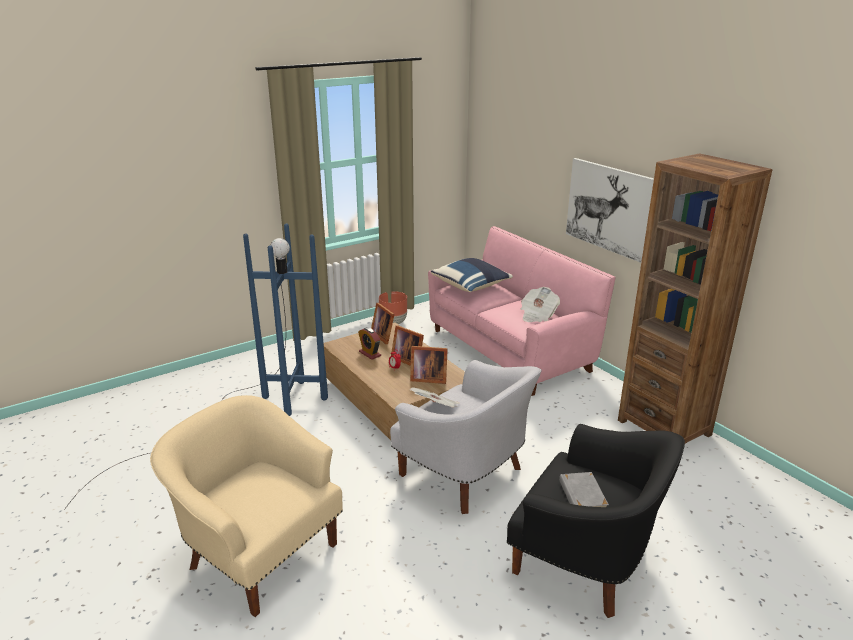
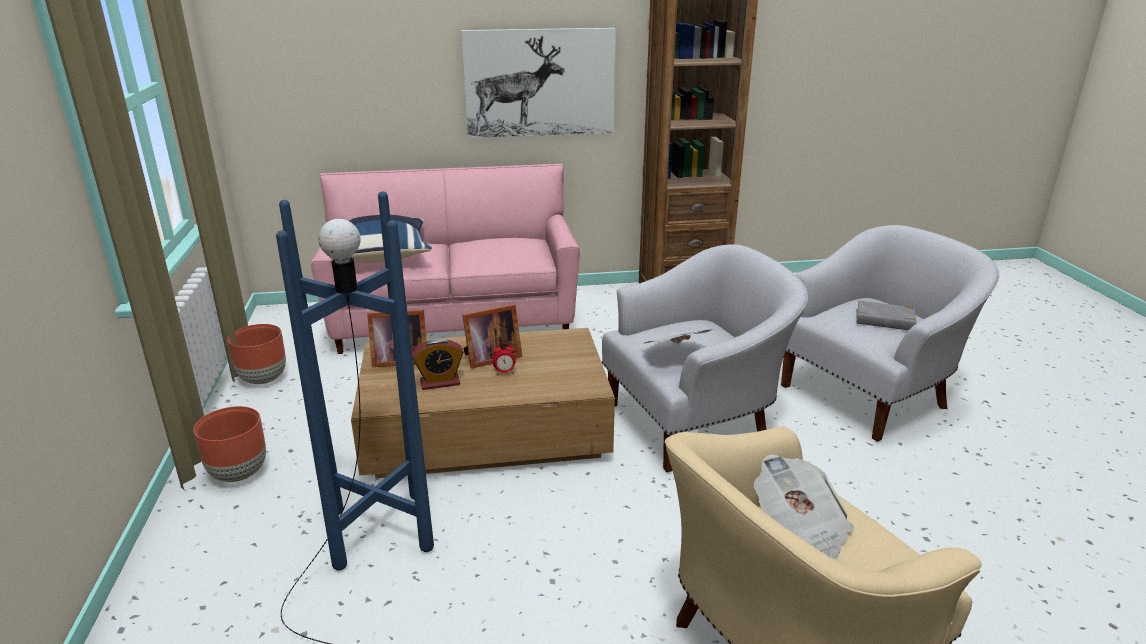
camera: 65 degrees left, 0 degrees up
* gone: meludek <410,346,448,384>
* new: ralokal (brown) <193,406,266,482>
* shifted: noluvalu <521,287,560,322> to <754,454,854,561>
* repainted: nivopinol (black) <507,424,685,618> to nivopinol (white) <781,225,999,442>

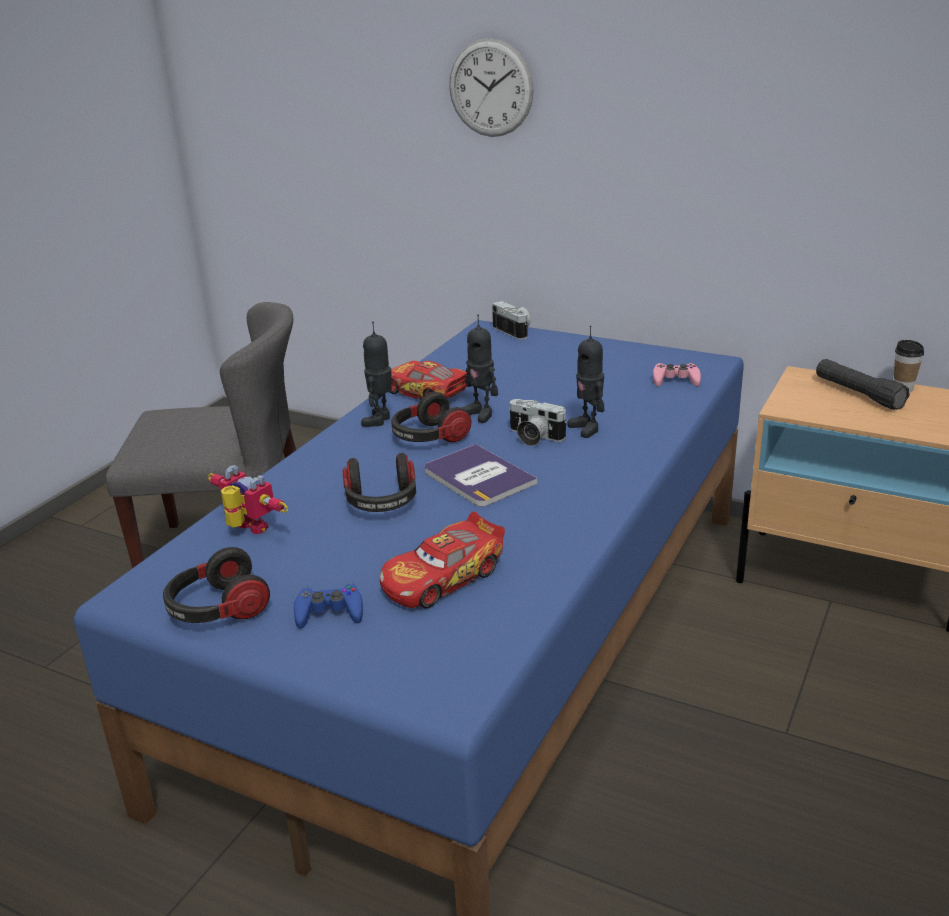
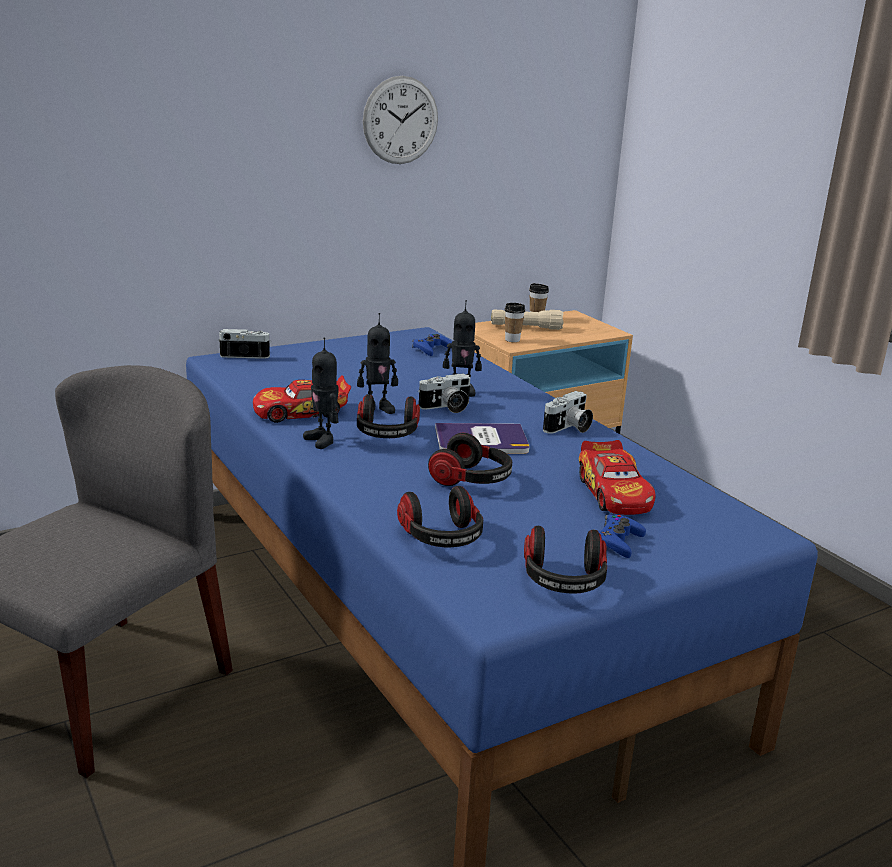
camera: 60 degrees left, 5 degrees down
* new: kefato <505,303,525,342>
* new: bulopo <543,391,593,434>
* shifted: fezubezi <449,38,534,137> to <363,76,438,164>
* swapped: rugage <207,465,288,534> to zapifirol <397,486,483,547>
* repainted: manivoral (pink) <653,363,701,386> to manivoral (blue) <412,334,452,356>
* repainted: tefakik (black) <816,359,910,410> to tefakik (beige) <491,310,564,330>

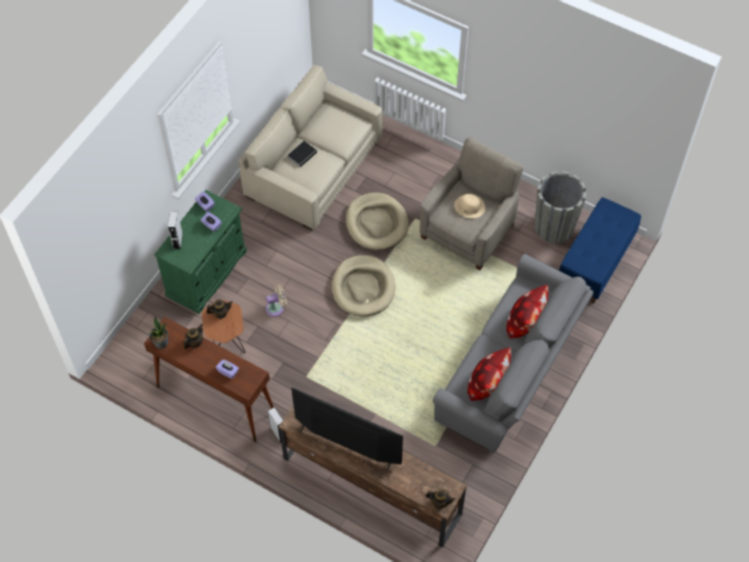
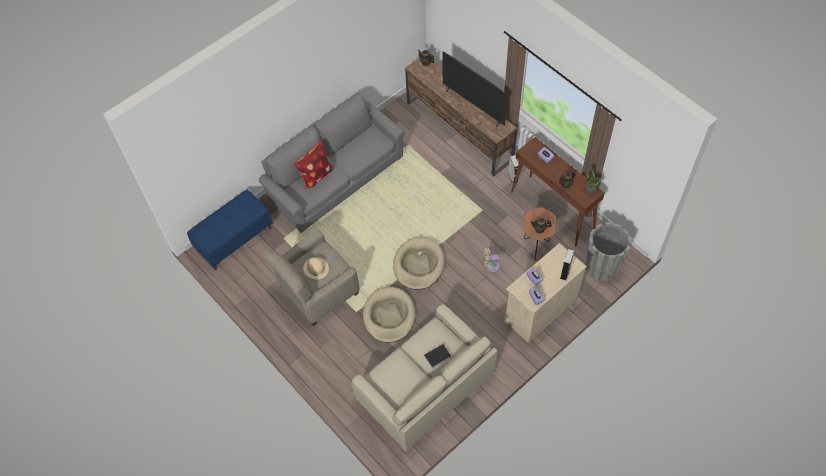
camera: 160 degrees left, 0 degrees up
* gone: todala <467,348,511,401>
* shifted: ralokal (grey) <535,171,587,244> to <586,222,631,281>
* repainted: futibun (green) <154,190,247,314> to futibun (beige) <504,243,587,343>

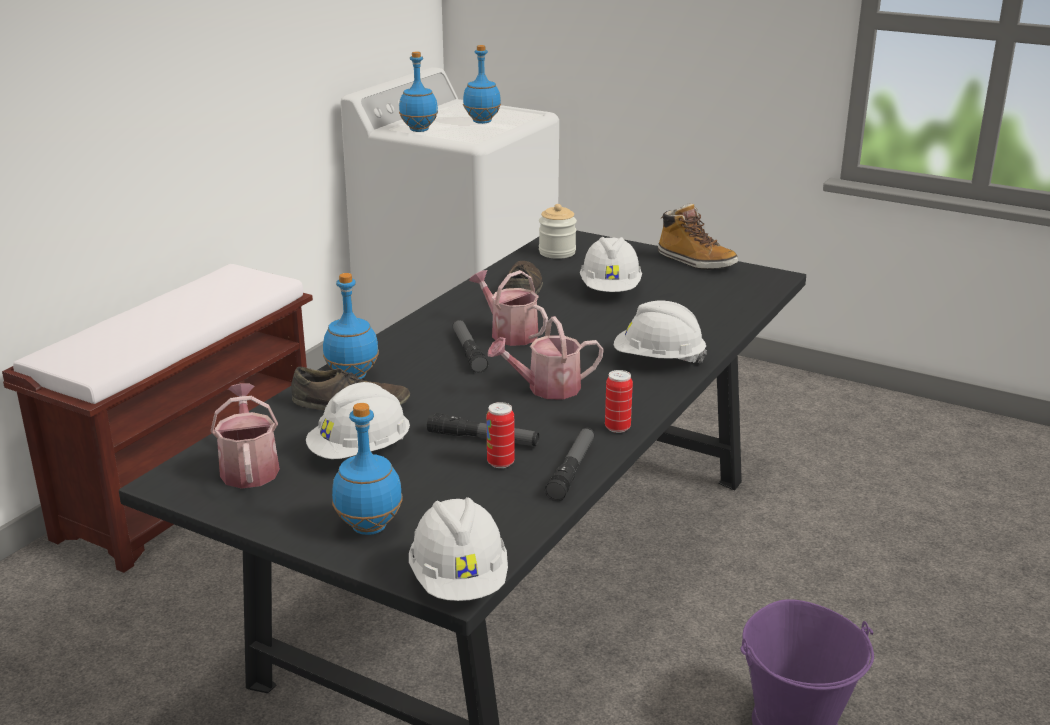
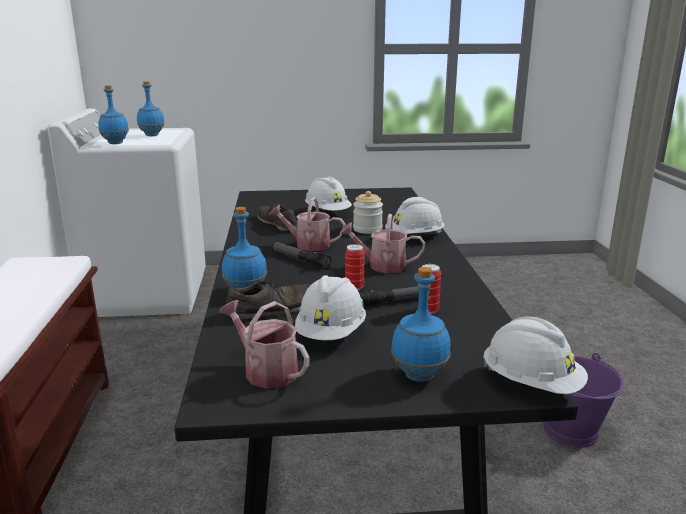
camera: 35 degrees left, 5 degrees down
* gone: tefakik <545,428,595,501>
* gone: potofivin <658,203,738,270>
* shifted: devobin <539,204,577,259> to <353,191,383,234>
* shifted: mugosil <605,370,633,433> to <345,244,365,290>
* rotated: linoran <488,316,604,399> = <339,214,425,273> 60 degrees clockwise

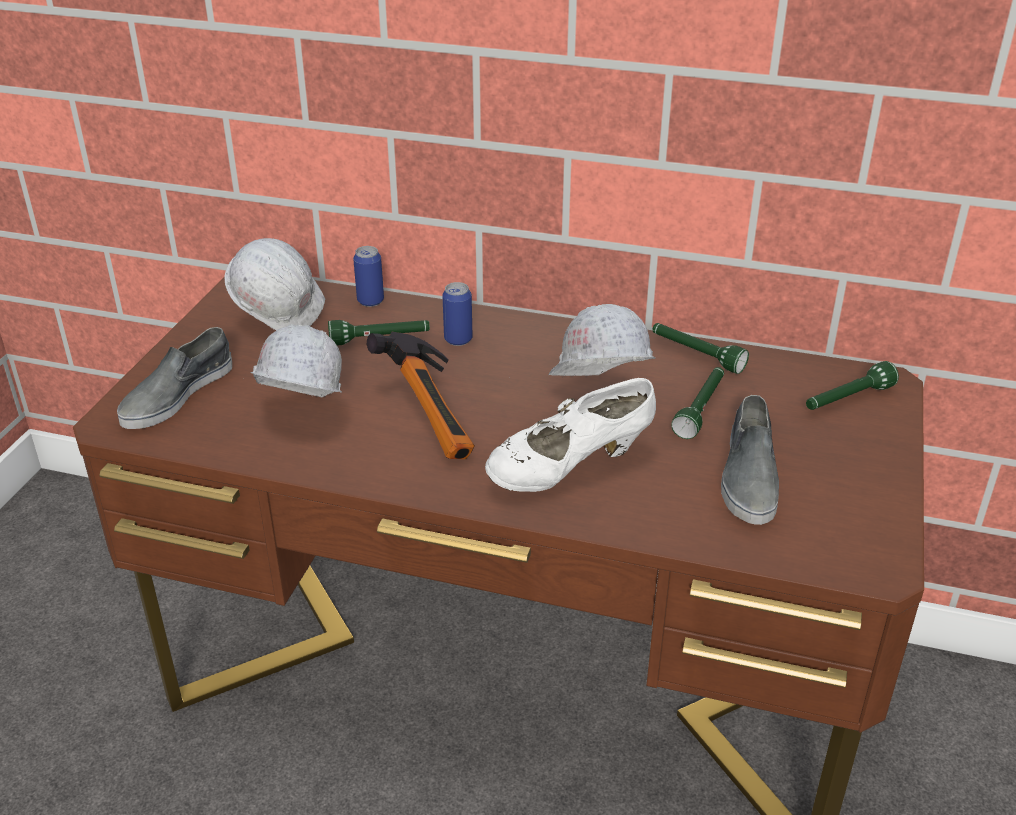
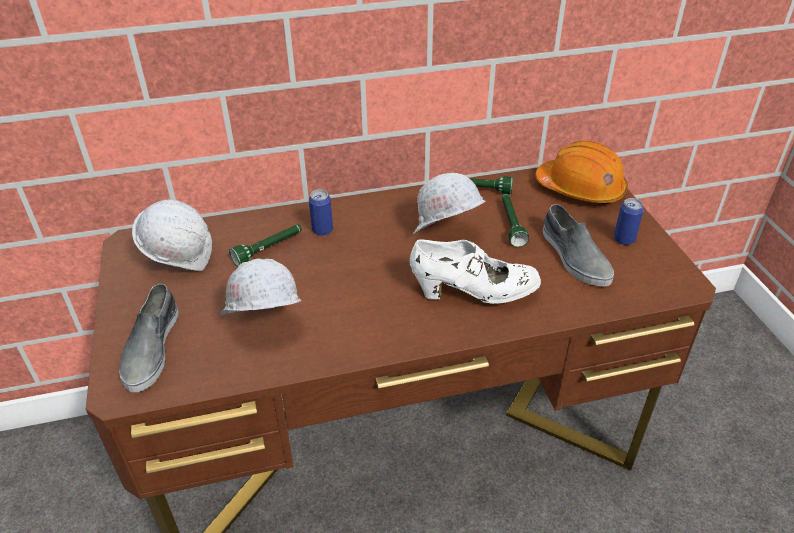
camera: 30 degrees left, 5 degrees up
* gone: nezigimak <367,332,475,459>
* shifted: mugosil <353,246,384,307> to <614,198,644,245>
* swapped: tefakik (green) <806,361,899,410> to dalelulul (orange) <535,140,628,204>
* rotated: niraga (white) <485,378,656,492> = <410,239,541,304> 120 degrees counterclockwise

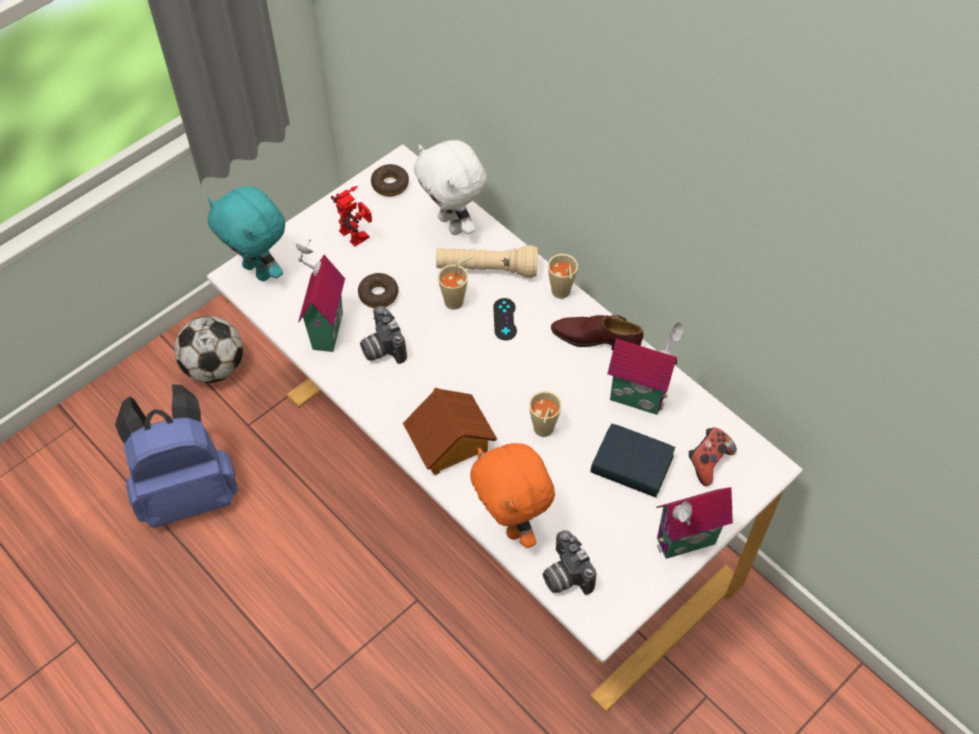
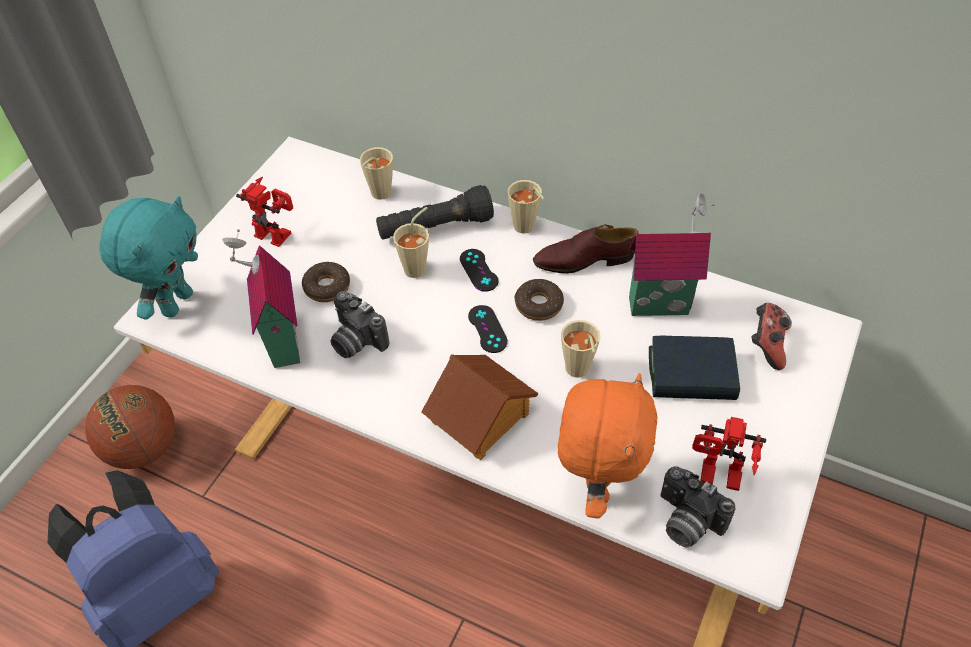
camera: 20 degrees left, 5 degrees down
* gone: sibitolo <656,487,733,559>
* new: manivoral (black) <468,305,508,353>
* new: rugage <692,417,766,491>
* shifted: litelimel <371,164,409,197> to <515,279,564,321>
* swapped: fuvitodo <174,316,243,383> to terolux <85,385,175,469>
* swapped: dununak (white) <414,140,487,235> to kefato (beige) <360,147,393,200>
* repainted: tefakik (beige) <436,245,538,278> to tefakik (black) <376,185,494,240>
* rotated: dununak (turquoise) <207,186,285,281> = <99,196,198,319> 90 degrees counterclockwise
* rotated: dununak (orange) <470,443,555,548> = <558,373,657,518> 120 degrees counterclockwise

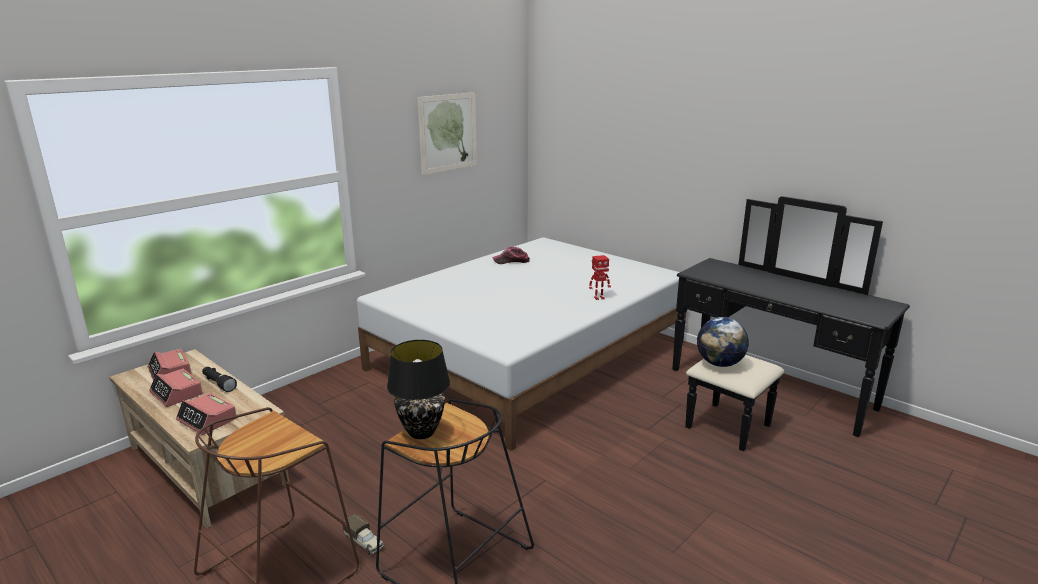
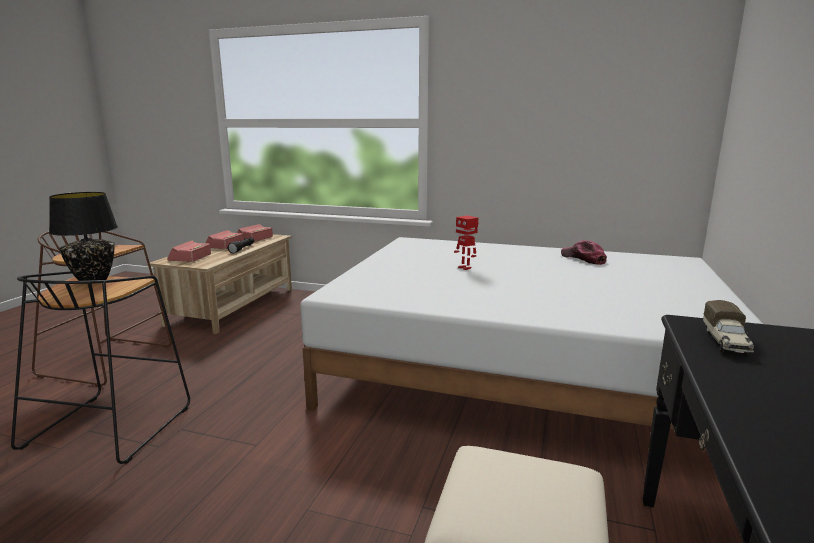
camera: 65 degrees right, 5 degrees down
* gone: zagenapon <418,92,477,175>
* gone: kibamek <697,317,749,367>
* shifted: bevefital <343,514,384,555> to <703,300,754,354>
* shifted: rugage <589,255,611,300> to <454,215,478,270>

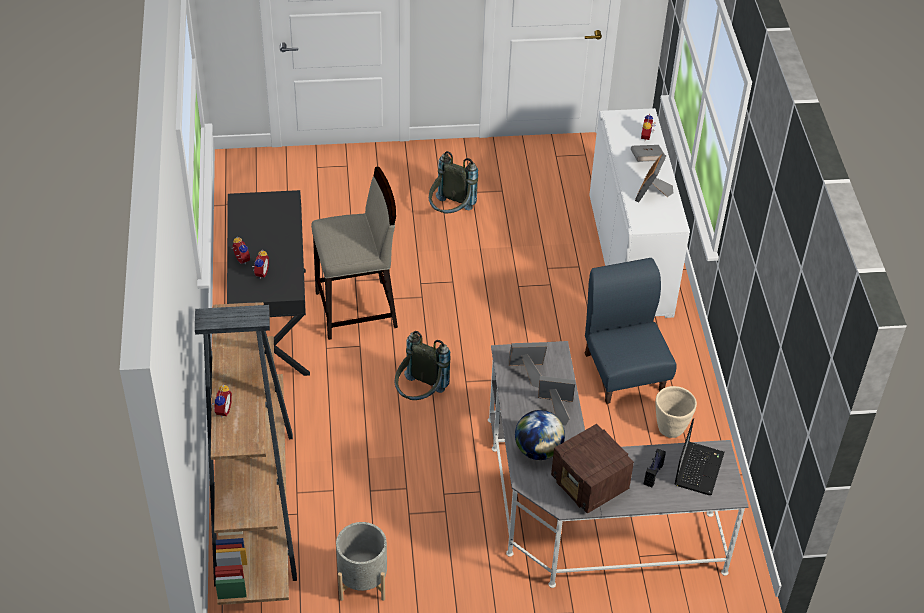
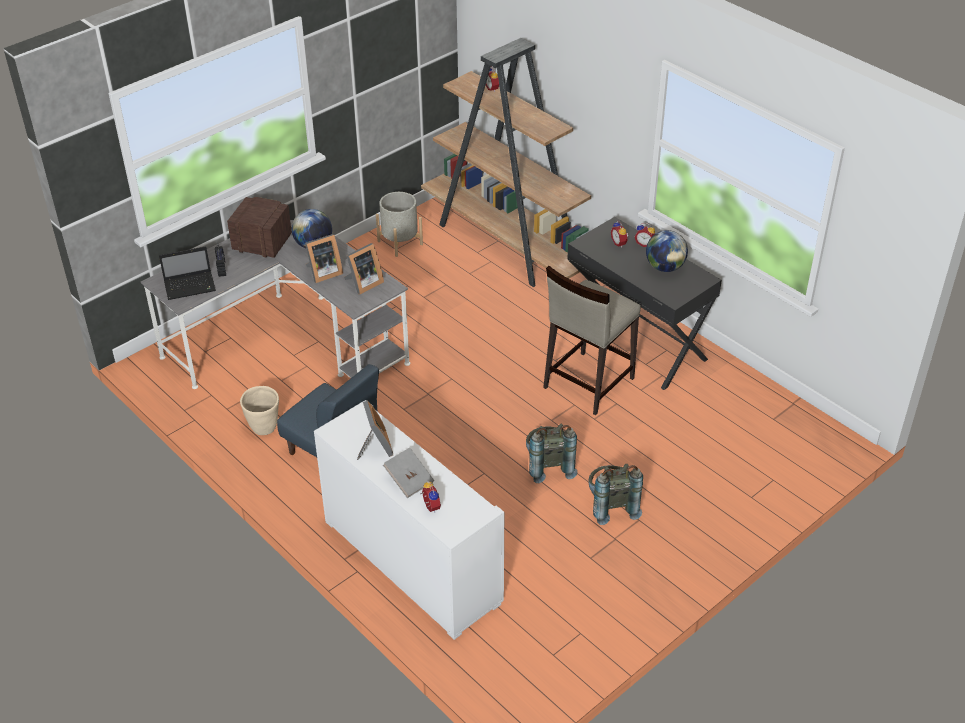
camera: 145 degrees right, 5 degrees down
* new: kibamek <646,230,688,272>
* shifted: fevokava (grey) <395,331,451,400> to <526,424,578,483>
* rotated: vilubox <675,418,724,495> = <159,246,216,300> 90 degrees counterclockwise

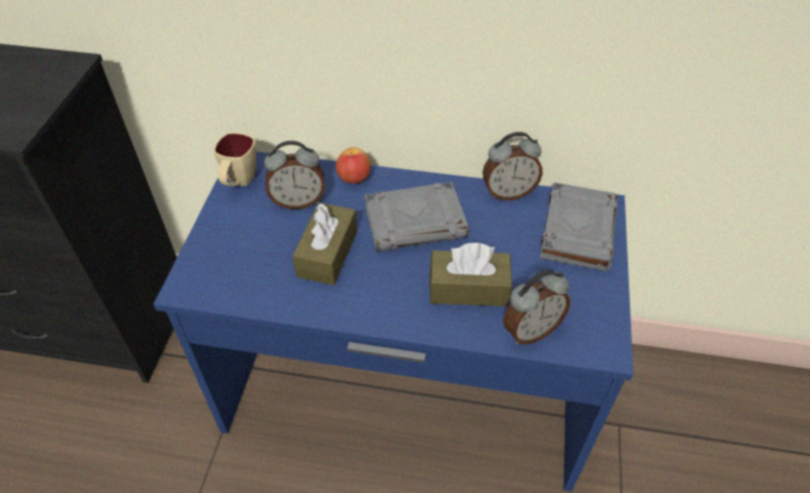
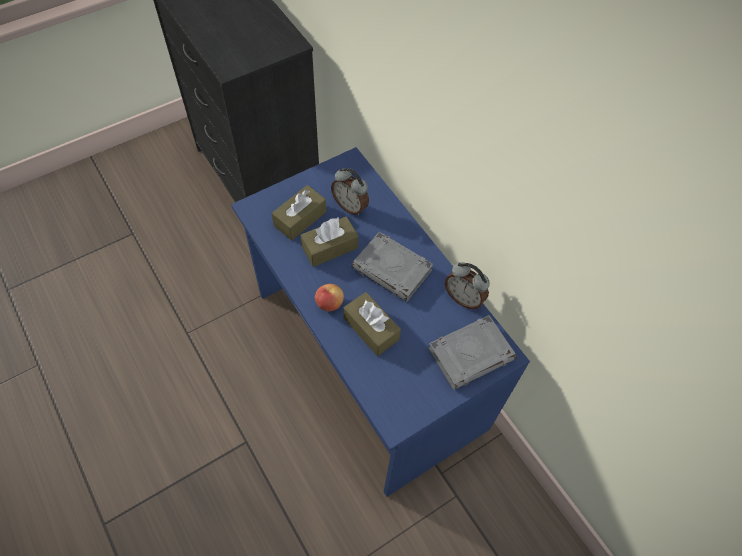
camera: 45 degrees right, 10 degrees up
* gone: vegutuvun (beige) <214,133,256,186>
* gone: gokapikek <503,270,570,345>
* new: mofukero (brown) <272,185,326,240>
* shifted: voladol <335,147,371,184> to <315,284,344,311>

